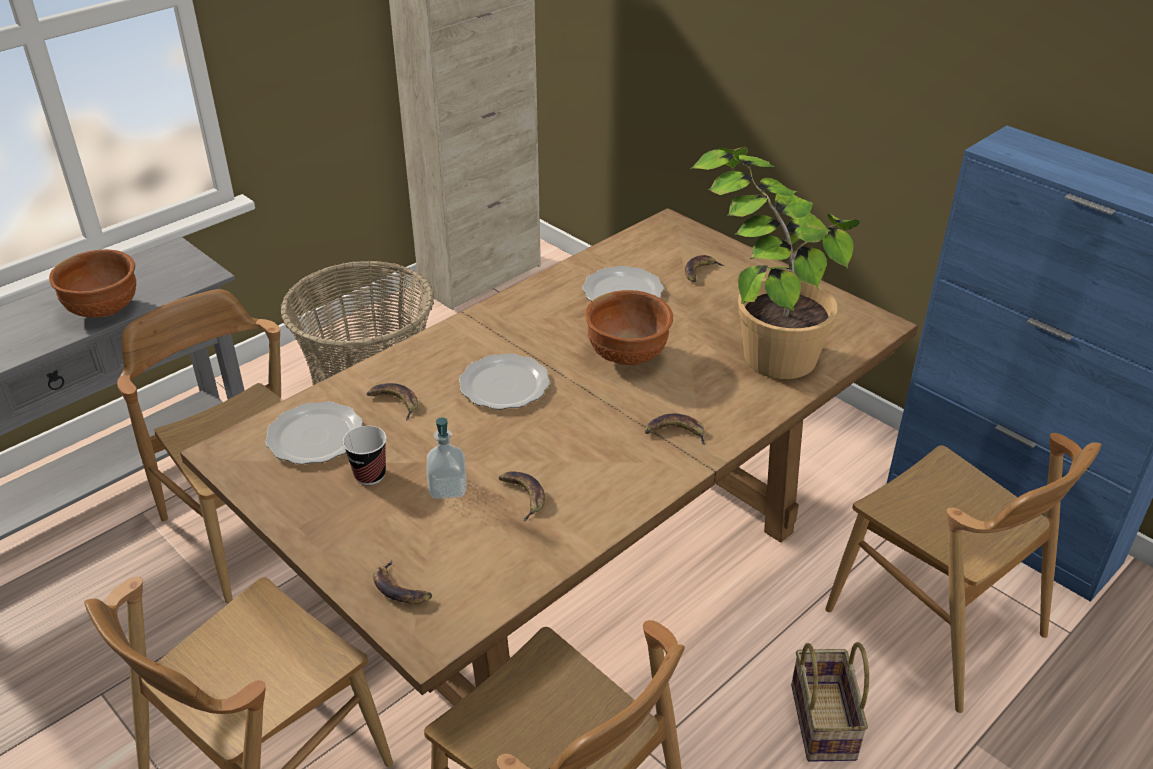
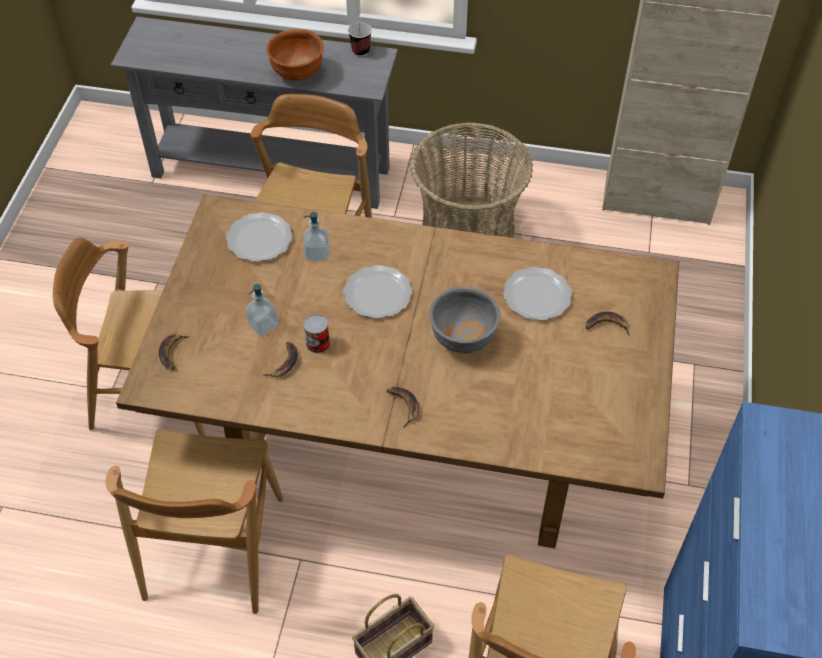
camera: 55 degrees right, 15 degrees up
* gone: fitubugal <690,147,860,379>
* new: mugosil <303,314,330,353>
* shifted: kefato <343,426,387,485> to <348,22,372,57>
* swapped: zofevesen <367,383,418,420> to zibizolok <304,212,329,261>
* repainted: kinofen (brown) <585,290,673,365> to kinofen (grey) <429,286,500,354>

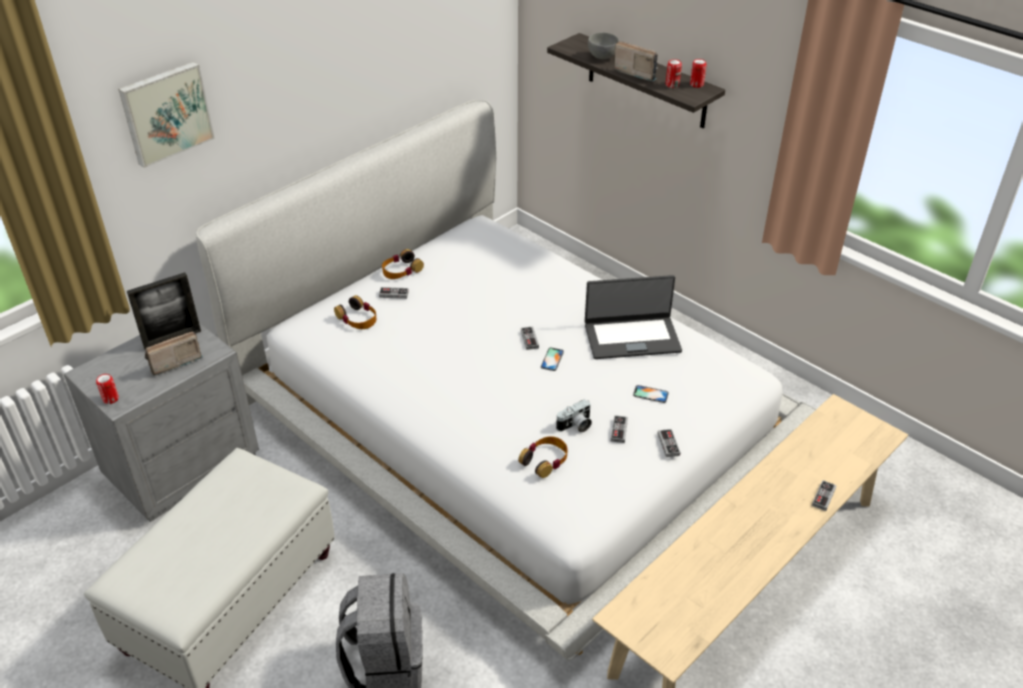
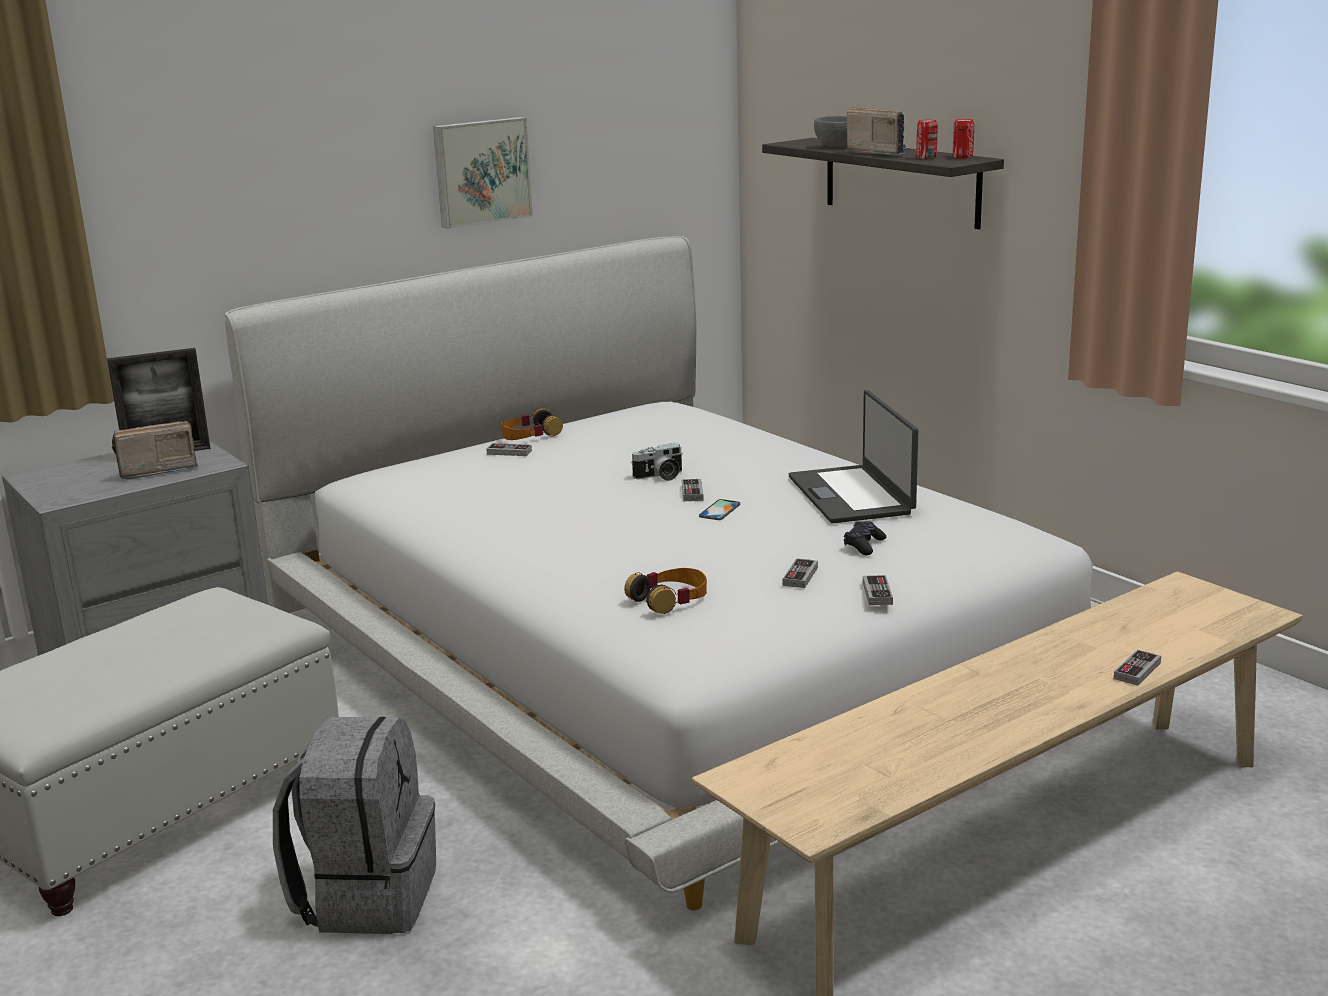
camera: 10 degrees right, 20 degrees down
* gone: mugosil <96,374,119,404>
* gone: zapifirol <334,295,376,329>
* shifted: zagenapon <118,62,215,168> to <433,117,533,229>
* shifted: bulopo <556,399,592,432> to <631,443,683,481>
* swapped: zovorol <633,385,669,403> to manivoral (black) <844,521,886,555>
* rotated: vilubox <585,275,682,359> = <789,390,918,523> 75 degrees clockwise

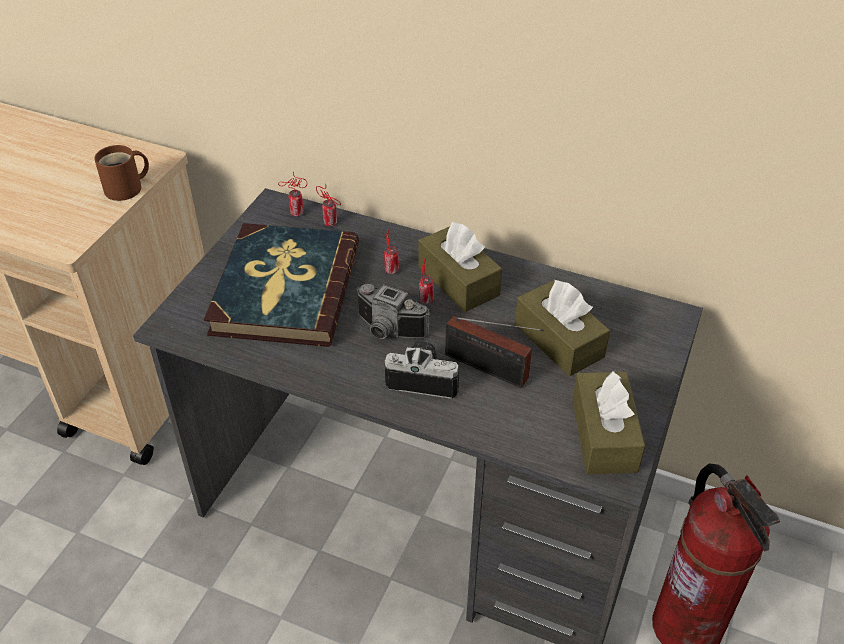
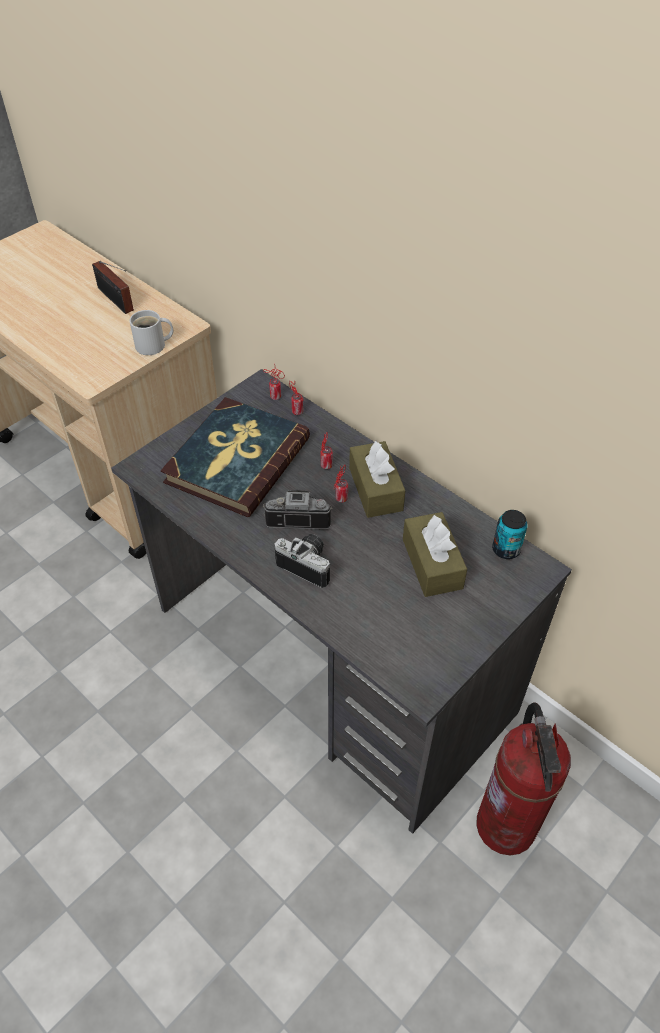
camera: 20 degrees right, 5 degrees up
* gone: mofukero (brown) <572,371,645,474>
* new: mugosil <492,510,528,559>
* shifted: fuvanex <445,316,544,388> to <92,261,134,314>
* repainted: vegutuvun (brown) <94,145,149,201> to vegutuvun (white) <130,310,173,355>
* rotated: bulopo <356,284,430,339> = <263,490,332,529> 135 degrees clockwise

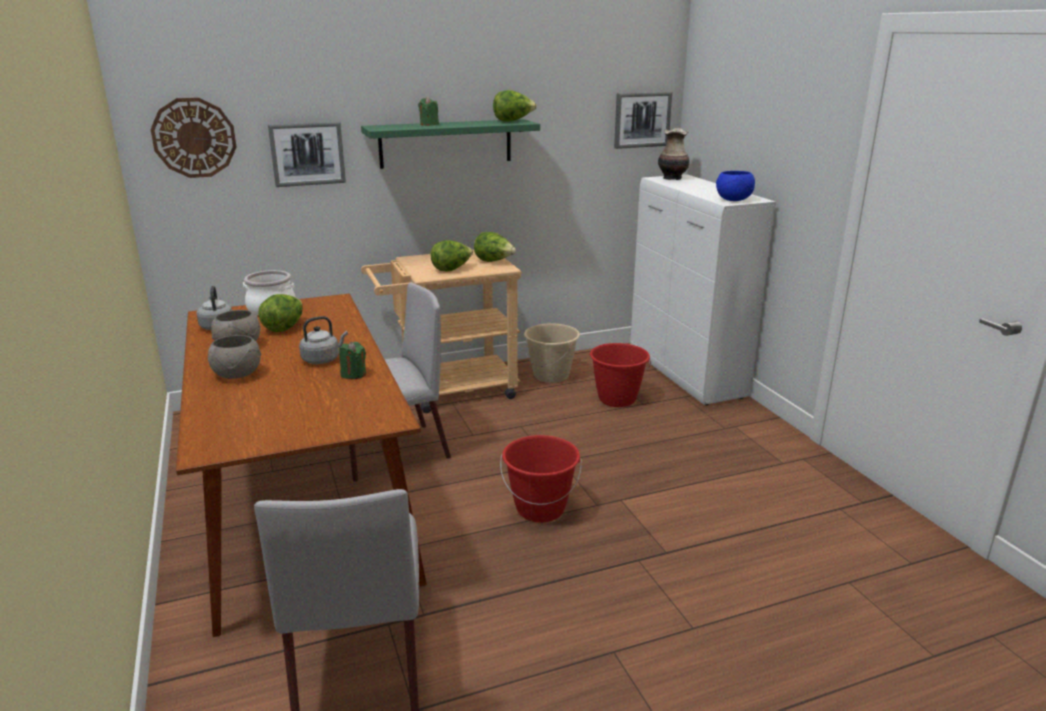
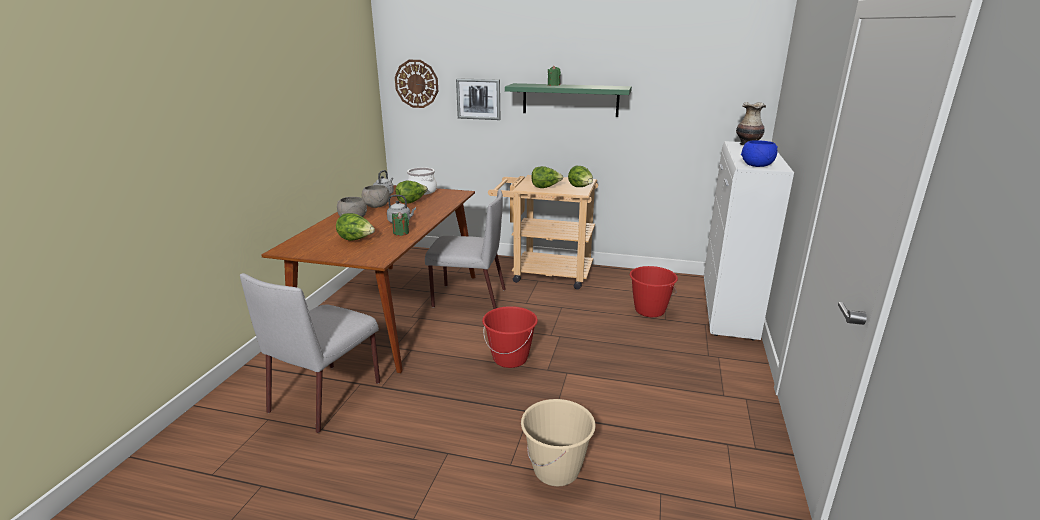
camera: 35 degrees right, 0 degrees up
* gone: zagenapon <614,92,672,149>
* shifted: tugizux <493,90,537,122> to <336,213,375,241>
* shifted: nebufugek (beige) <524,323,580,383> to <521,399,596,486>

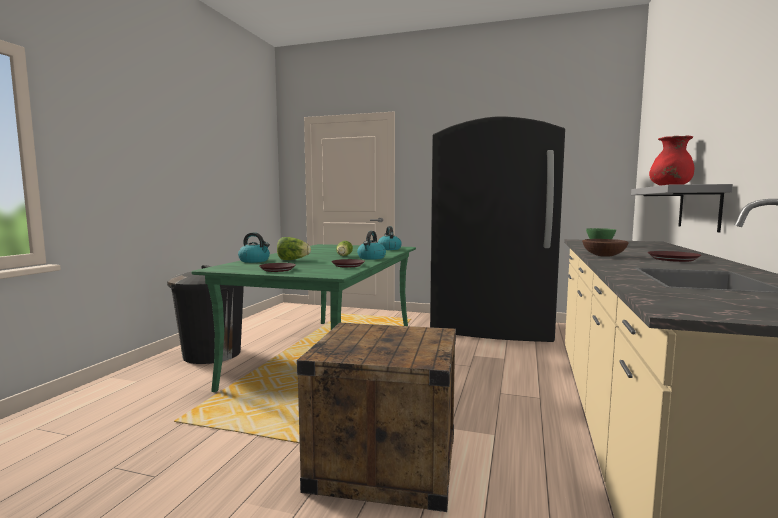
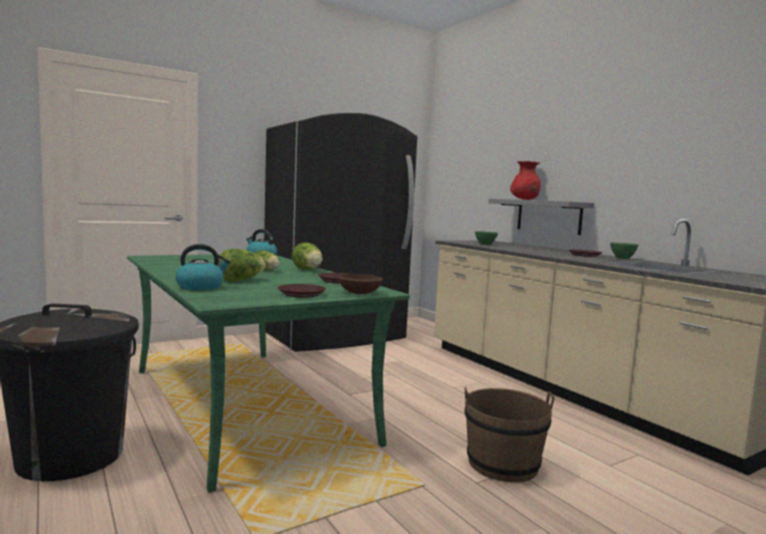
camera: 50 degrees left, 0 degrees up
* new: kinofen (green) <610,243,638,259>
* shifted: kinofen (brown) <582,239,629,257> to <338,274,383,294>
* swapped: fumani <297,323,456,512> to nebufugek (brown) <464,387,555,482>
* swapped: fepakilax <357,231,386,260> to tugizux <292,242,322,270>

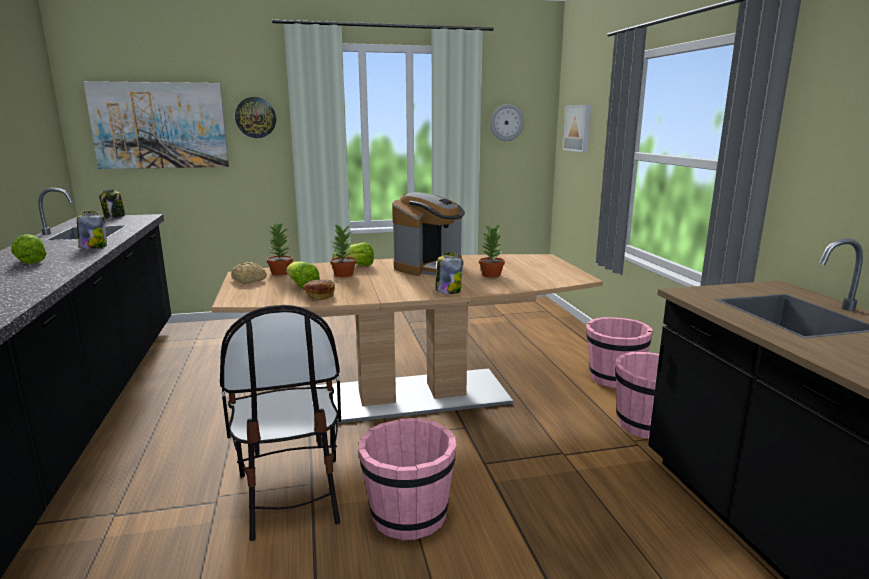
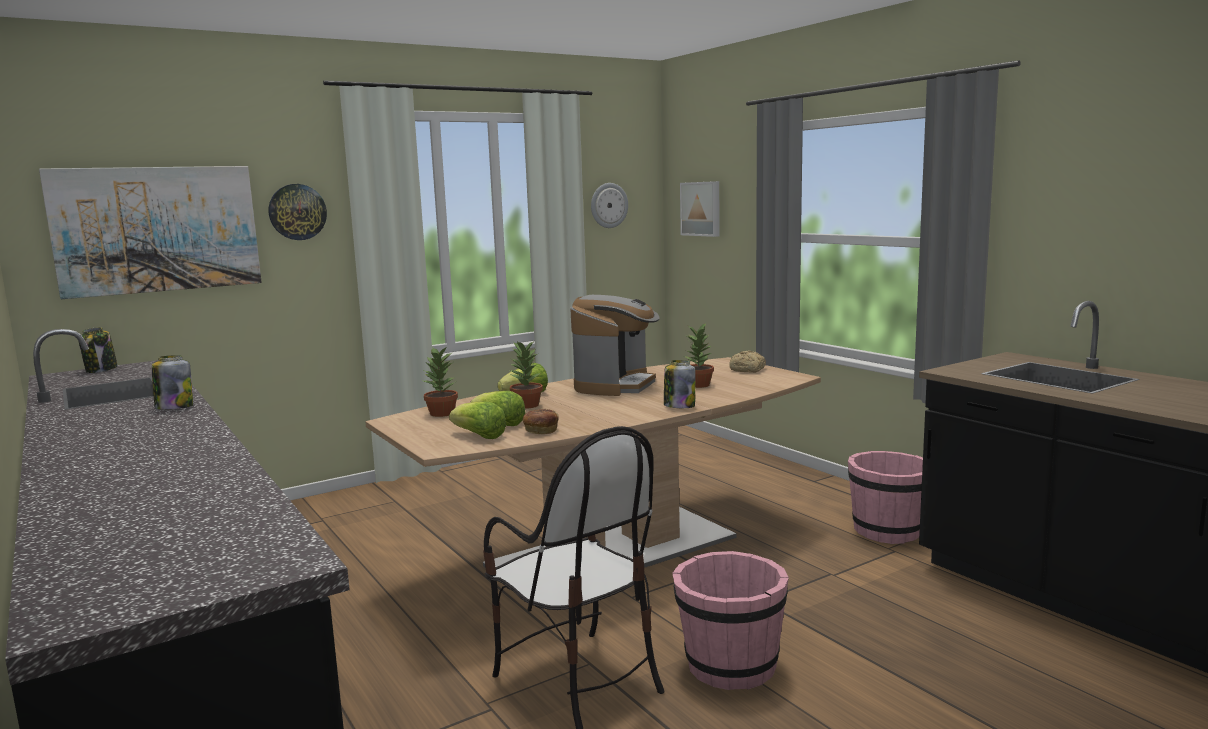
camera: 20 degrees left, 5 degrees down
* gone: nebufugek (pink) <586,317,653,388>
* shifted: tugizux <11,234,47,264> to <449,402,506,439>
* shifted: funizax <231,262,267,284> to <729,350,766,373>

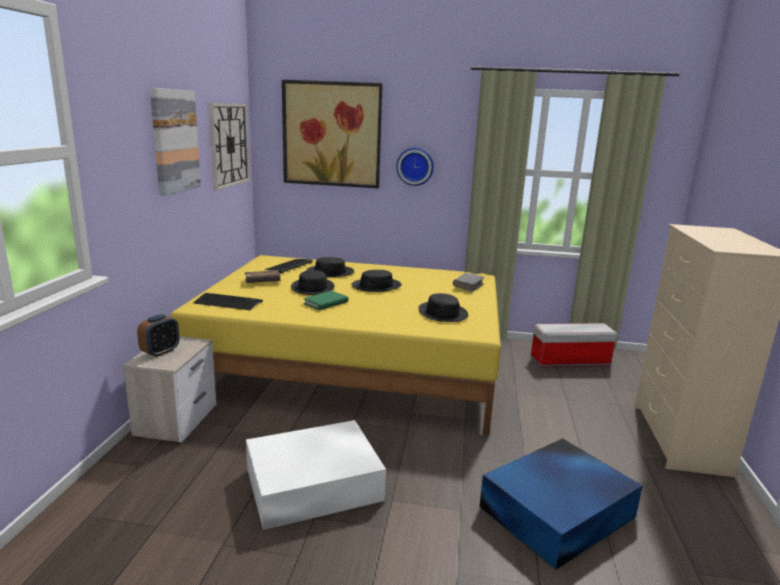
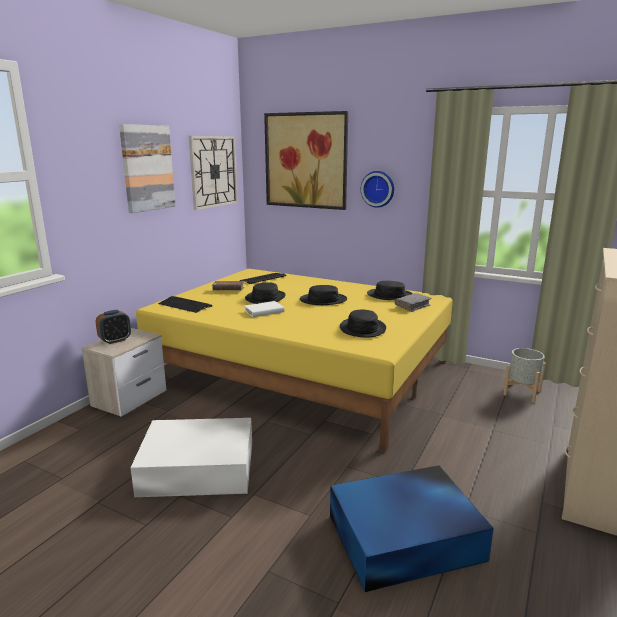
camera: 20 degrees right, 0 degrees up
* shifted: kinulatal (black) <306,257,354,277> to <367,281,413,300>
* swapped: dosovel <531,323,617,367> to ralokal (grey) <503,348,546,403>
* repainted: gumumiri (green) <303,291,348,310> to gumumiri (white) <244,301,284,317>

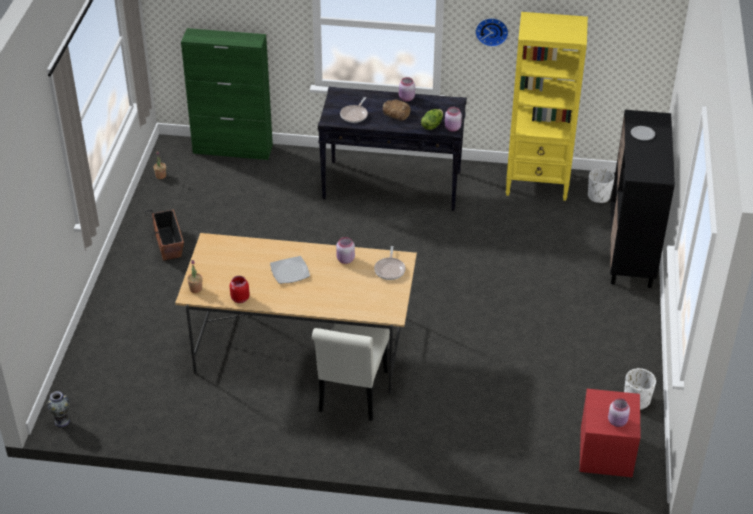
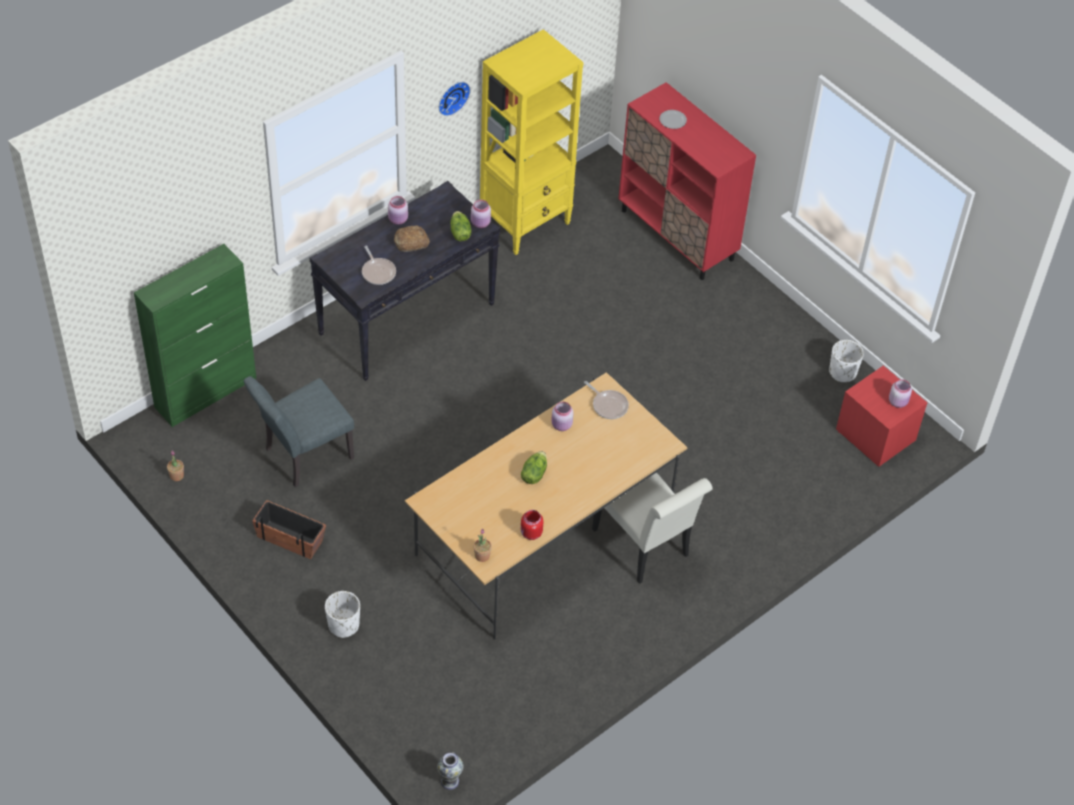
camera: 50 degrees left, 10 degrees up
* new: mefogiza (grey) <243,376,354,487>
* shifted: ralokal (white) <588,168,615,203> to <325,591,360,638>
* swapped: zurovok <270,256,310,284> to tugizux <521,451,547,484>
* repainted: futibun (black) <610,110,675,288> to futibun (red) <618,82,756,280>

